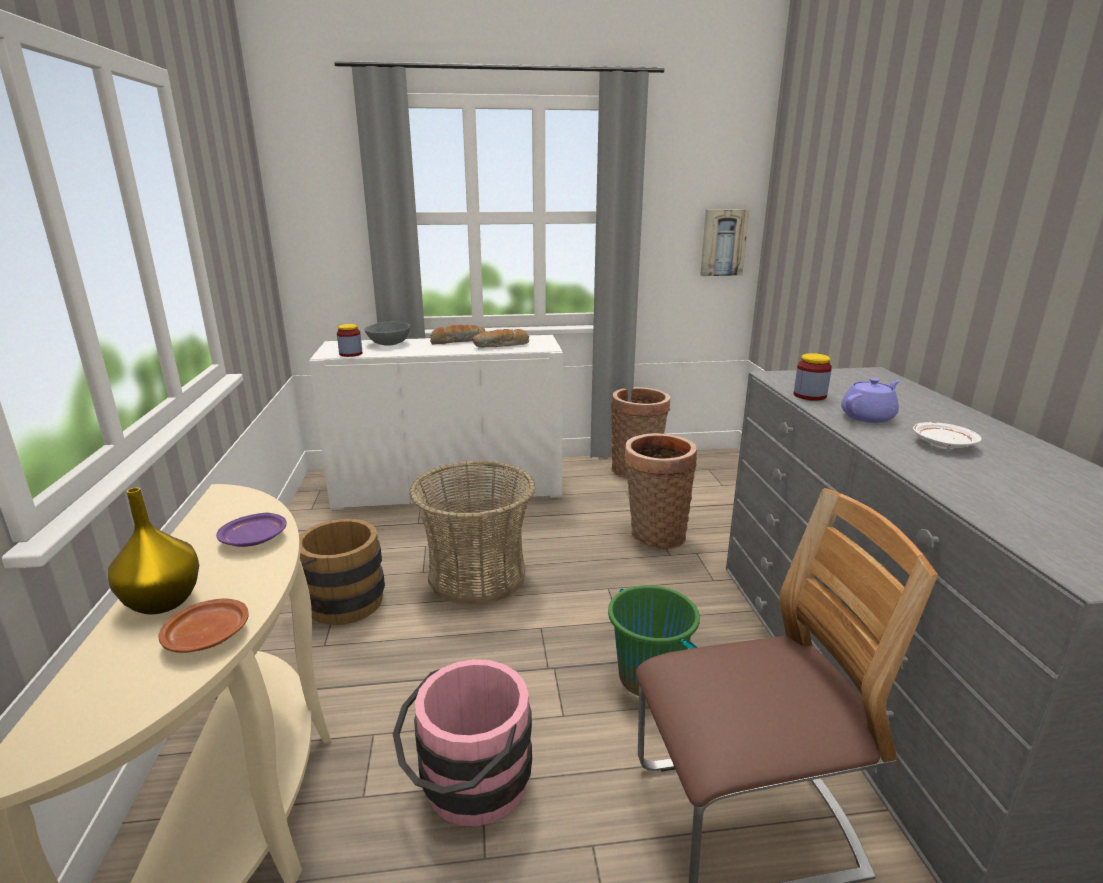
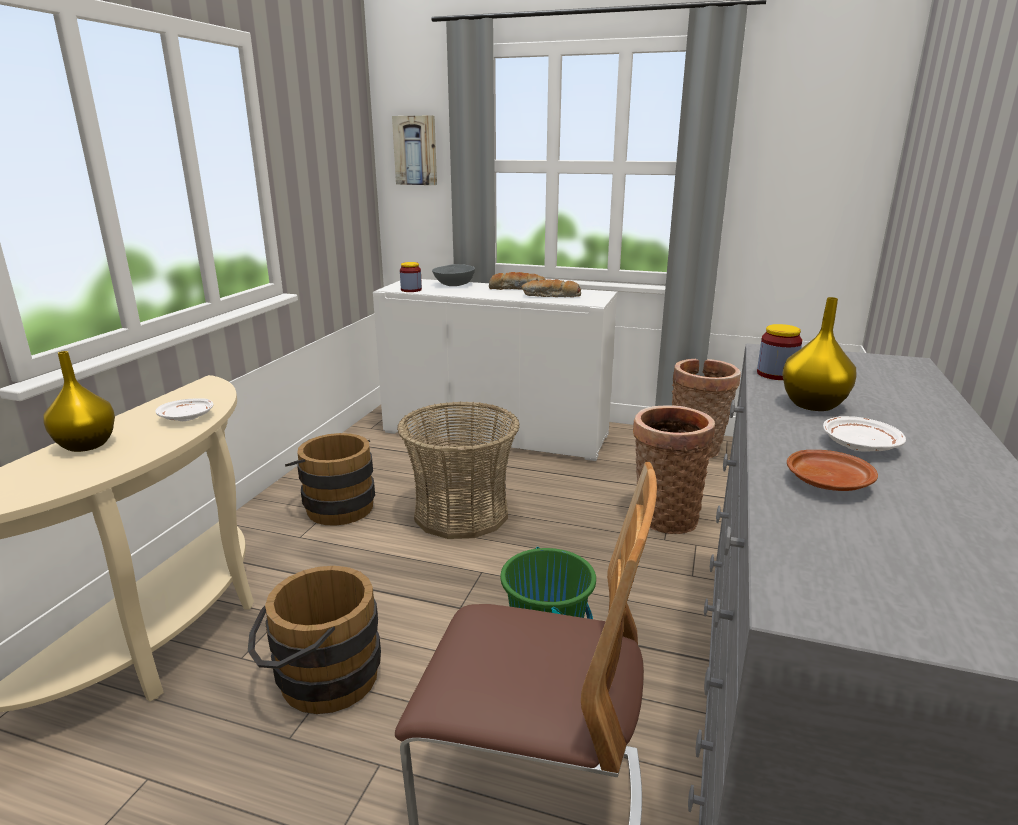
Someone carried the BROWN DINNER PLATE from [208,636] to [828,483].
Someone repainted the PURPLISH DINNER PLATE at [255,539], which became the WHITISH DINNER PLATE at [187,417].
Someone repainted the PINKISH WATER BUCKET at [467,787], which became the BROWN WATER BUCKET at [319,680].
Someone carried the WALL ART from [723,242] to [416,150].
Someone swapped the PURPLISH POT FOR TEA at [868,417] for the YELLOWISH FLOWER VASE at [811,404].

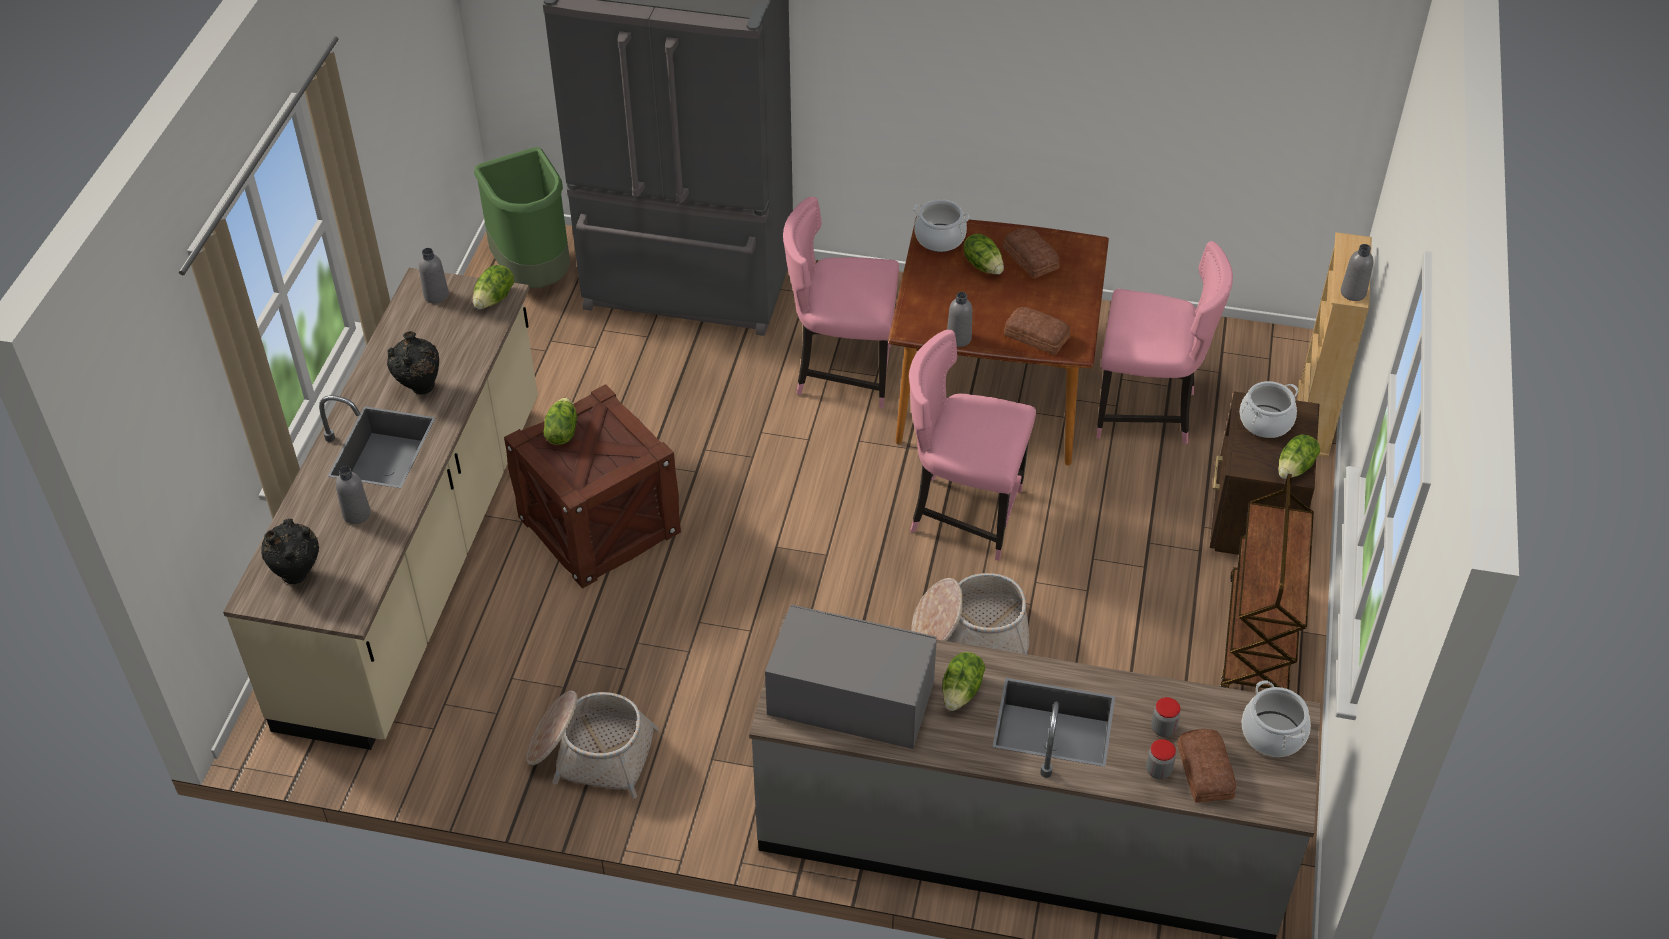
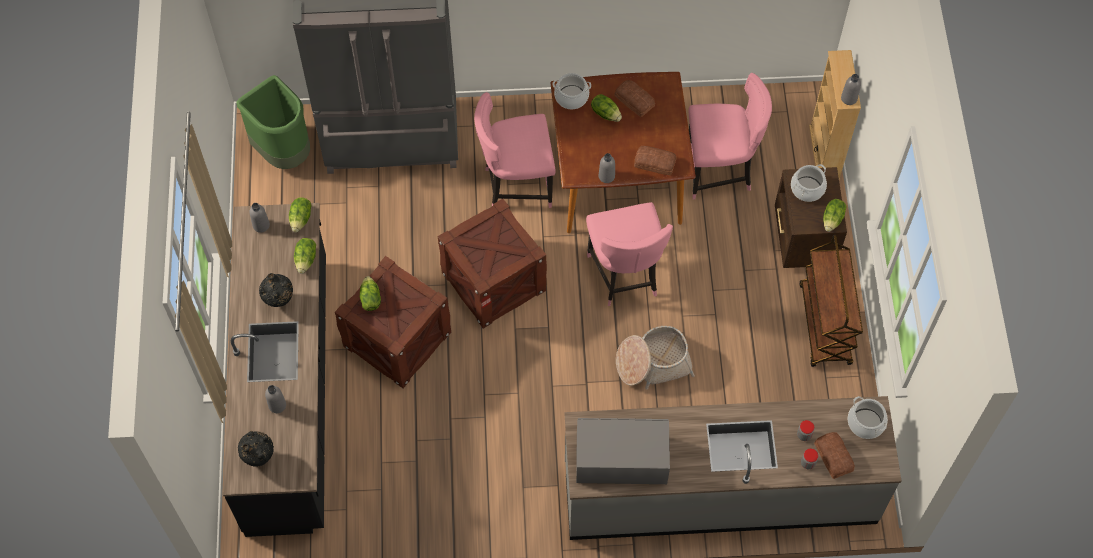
Someone repainted the BEIGE COUNTER at [418,560], which became the BLACK COUNTER at [290,393].
Someone took away the HOUSEHOLD BASKET at [591,753].
Someone rotated the PINKISH UPRIGHT CHAIR at [963,513] by 105 degrees counterclockwise.
Someone carried the HEAD OF LETTUCE from [962,691] to [306,259].
Someone put down the PACKING CRATE at [493,281].

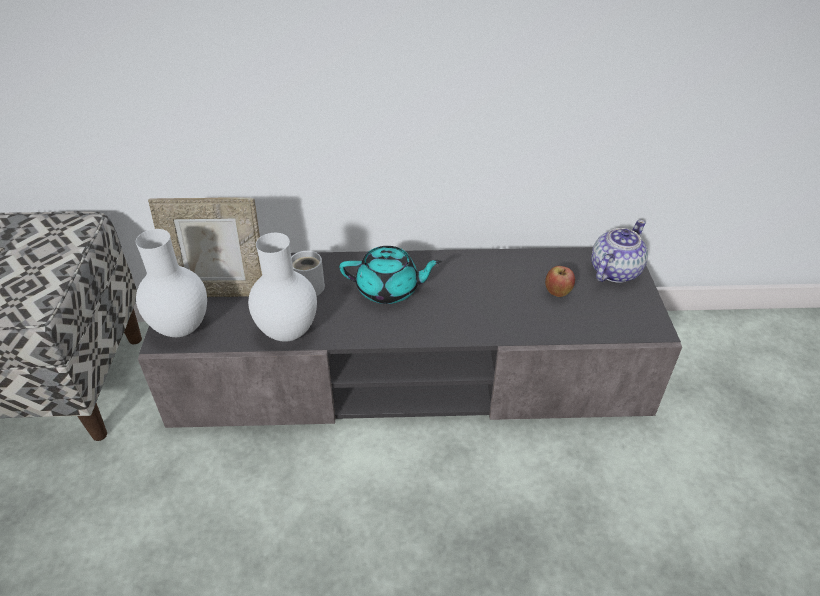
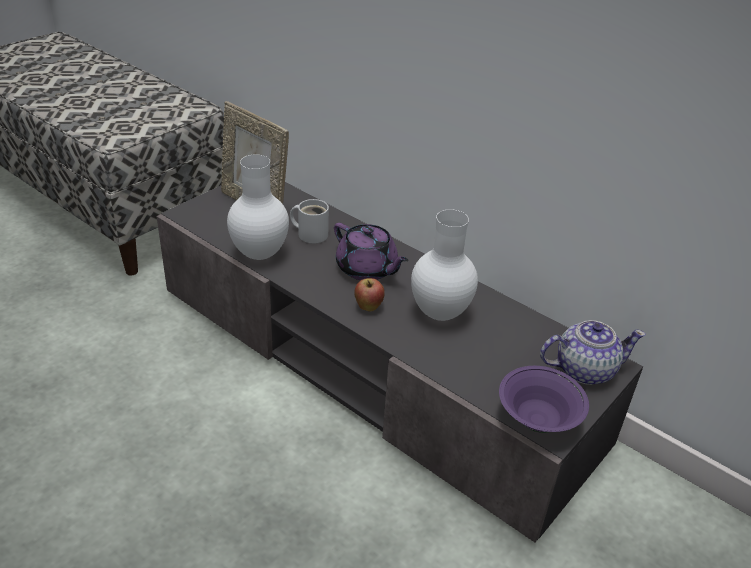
Someone carried the WHITISH FLOWER VASE from [180,329] to [438,313].
Someone repainted the BLUE-GREEN POT FOR TEA at [389,289], which became the PURPLISH POT FOR TEA at [367,269].
Someone carried the WHOLE APPLE from [557,293] to [368,307].
Someone put down the PURPLISH BOWL at [537,420].

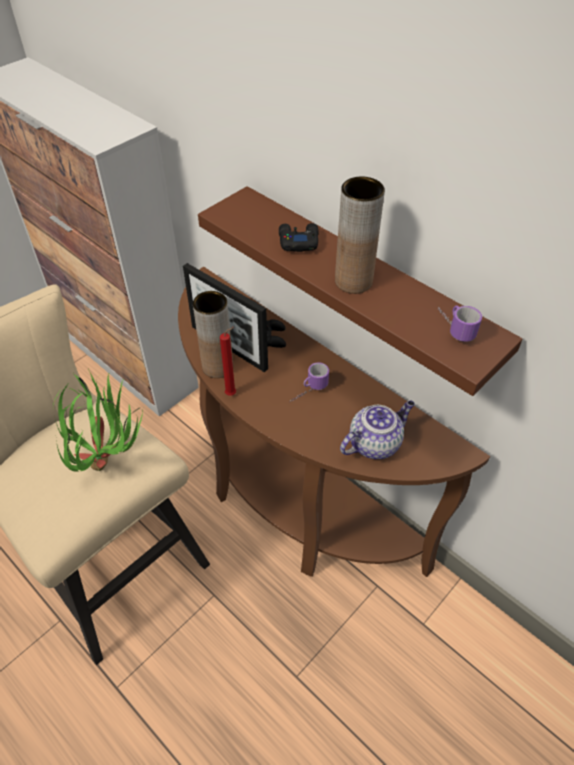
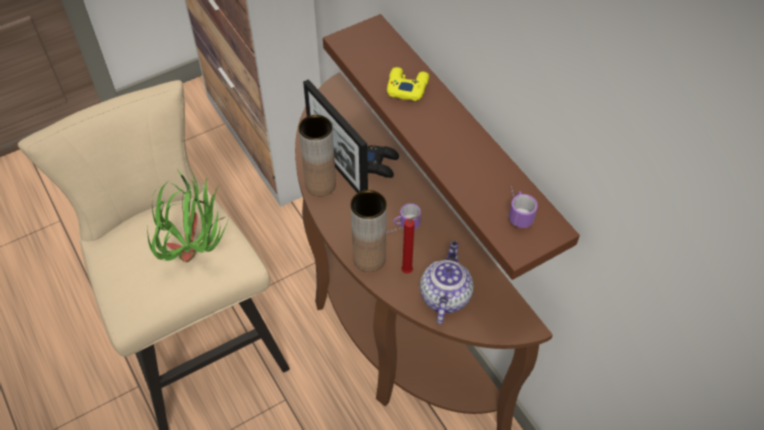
Someone carried the RED WAX CANDLE from [232,394] to [409,271].
Someone repainted the BLACK GAMEPAD at [298,241], which became the YELLOWISH GAMEPAD at [407,87].
Someone carried the BROWN FLOWER VASE from [353,281] to [369,258].
Someone rotated the POT FOR TEA at [375,443] by 60 degrees counterclockwise.

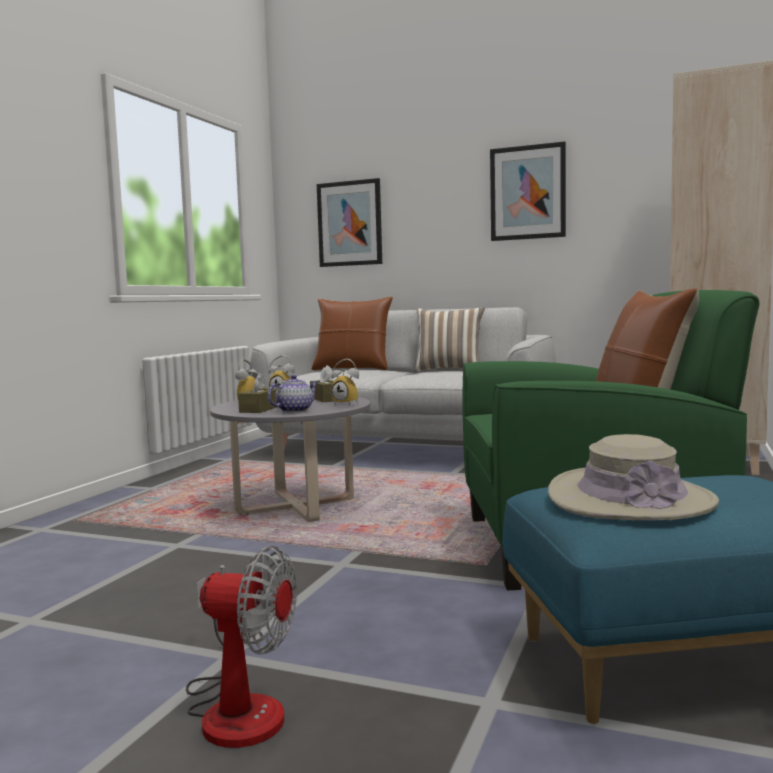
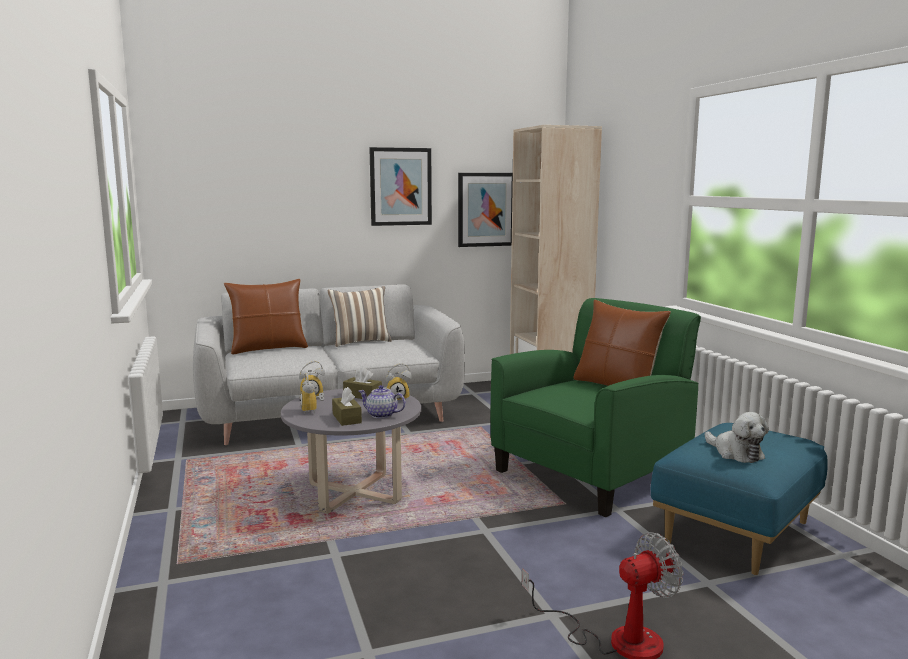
Someone rotated the POT FOR TEA at [294,410] by 75 degrees counterclockwise.
Someone carried the WALL ART from [350,223] to [486,209].
Someone swapped the BEIGE WEARABLE HAT at [630,499] for the CUDDLY TOY at [735,453].

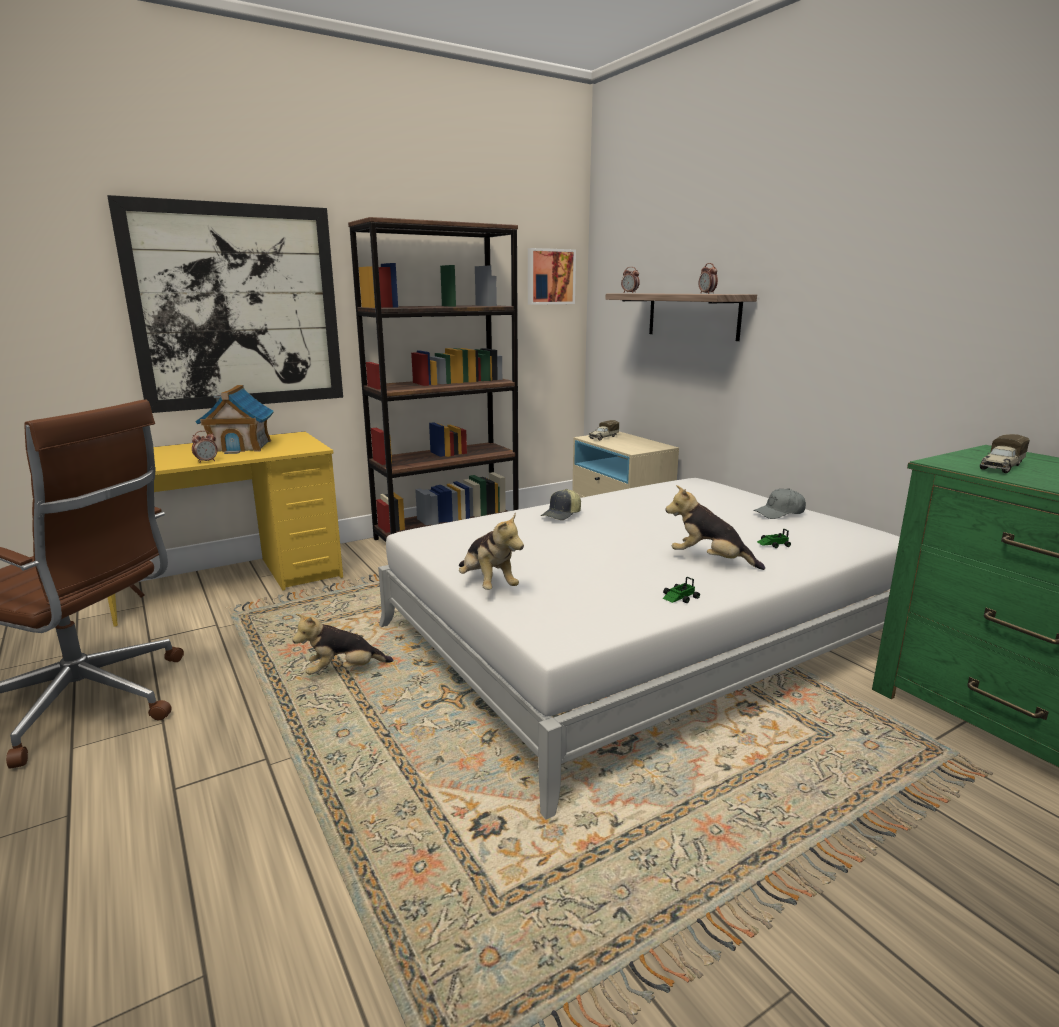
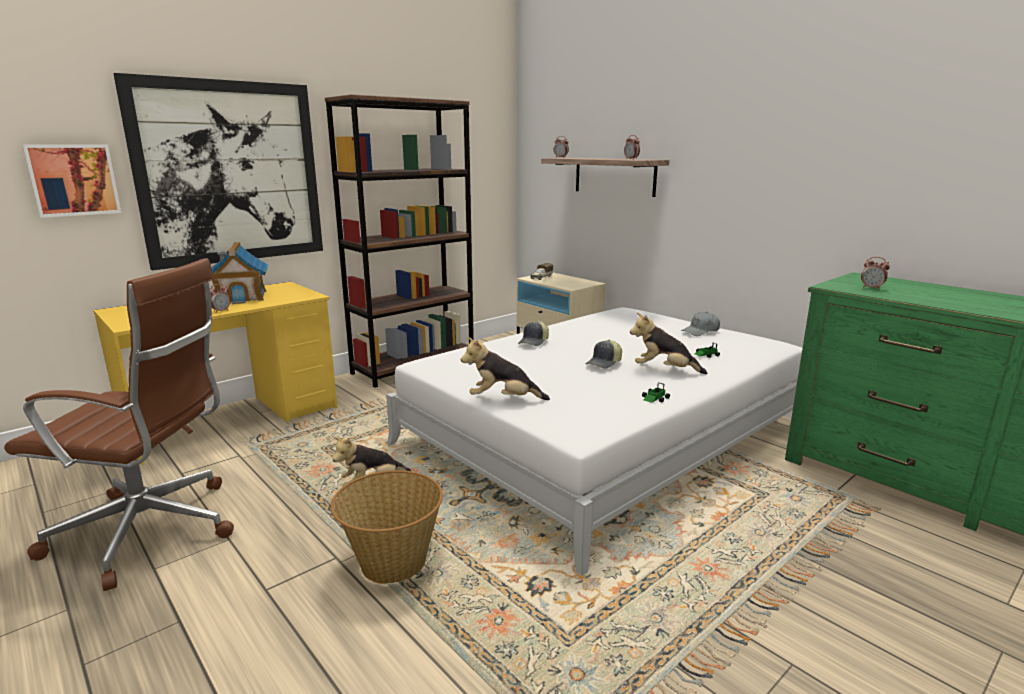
Someone rotated the CUDDLY TOY at [487,584] by 135 degrees clockwise.
Someone carried the WALL ART from [550,276] to [73,180].
Someone swapped the TOY LORRY at [1000,467] for the ALARM CLOCK at [872,288].
Someone put down the HOUSEHOLD BASKET at [392,563].
Someone put down the BASEBALL CAP at [604,363].

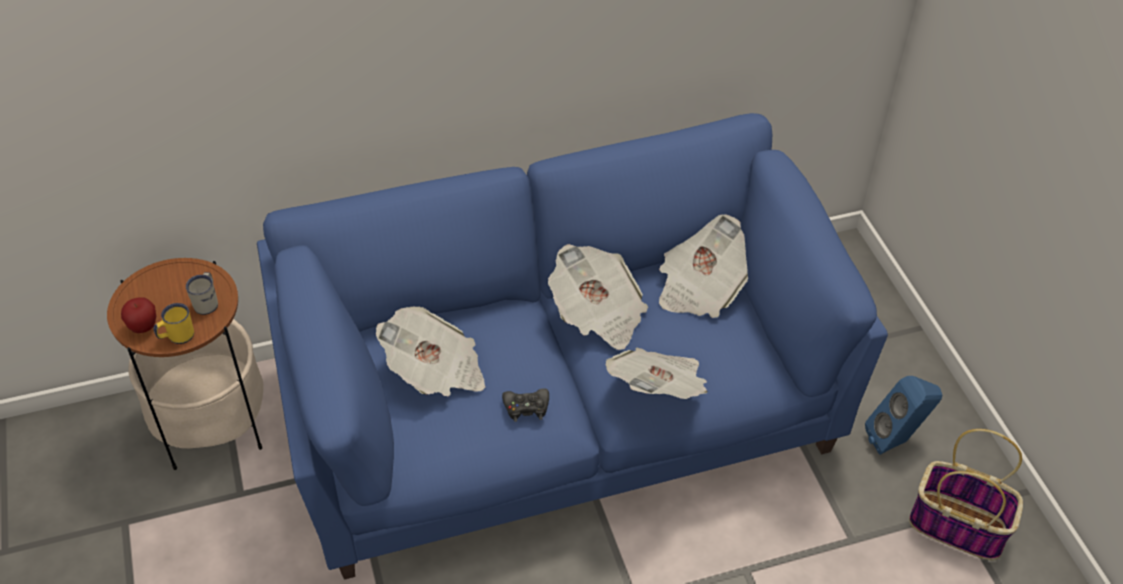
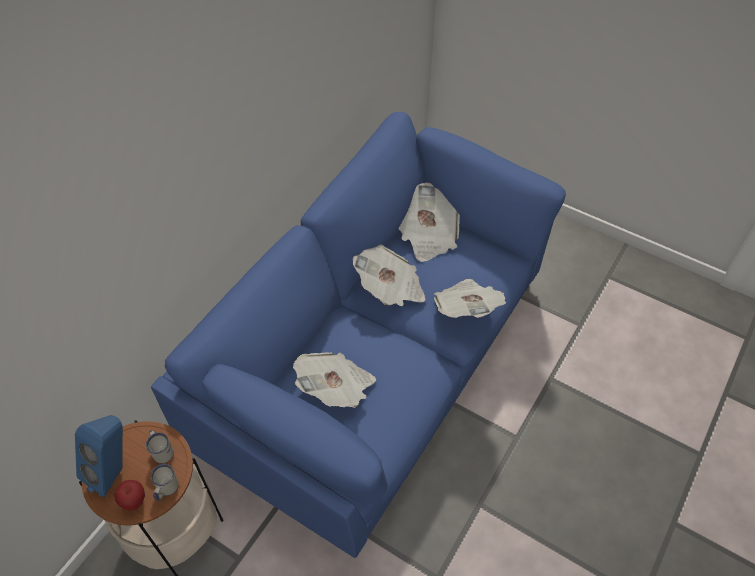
Someone repainted the YELLOWISH MUG at [177,337], which became the WHITISH MUG at [166,490].
Someone took away the BLACK GAMEPAD at [526,407].
Someone carried the BLUE LOUDSPEAKER from [895,440] to [114,471].
Someone took away the HOUSEHOLD BASKET at [959,526].

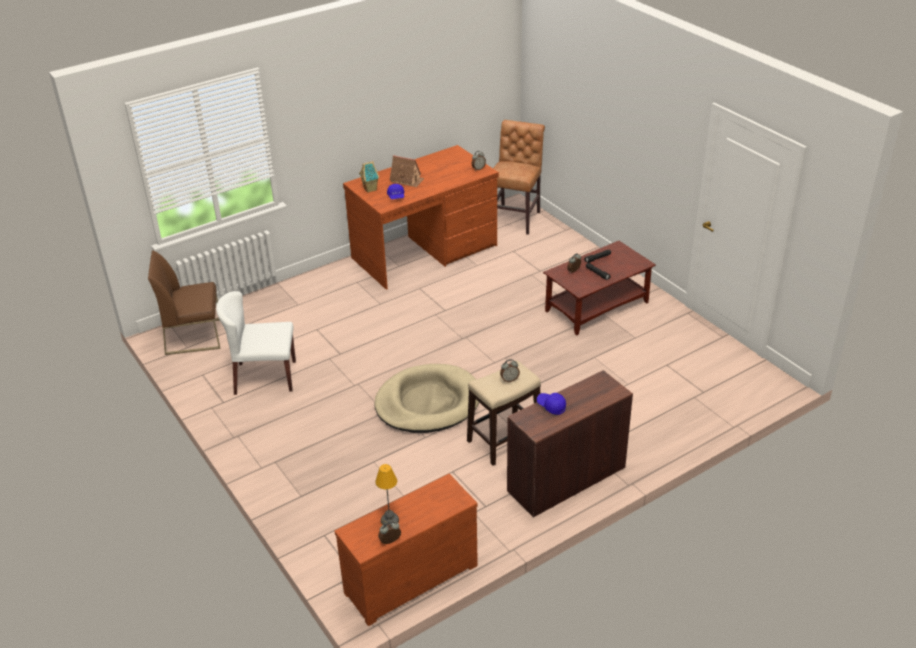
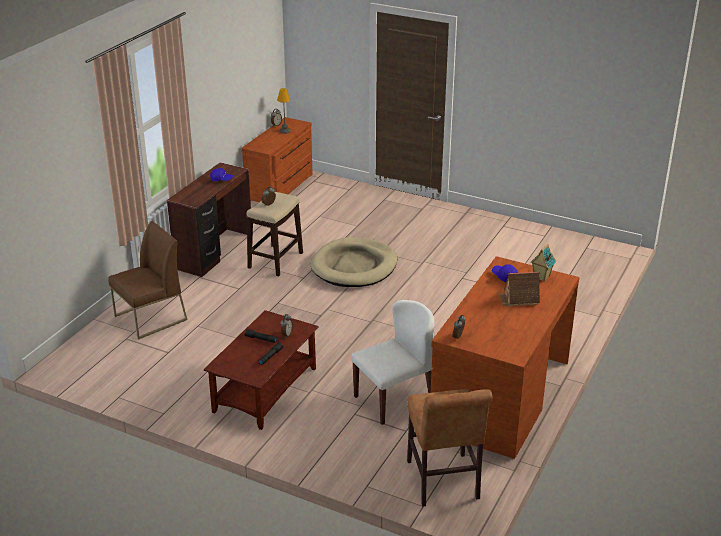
Someone carried the BROWN UPRIGHT CHAIR from [194,336] to [150,318].
Someone carried the WHITISH UPRIGHT CHAIR from [264,377] to [394,399].

